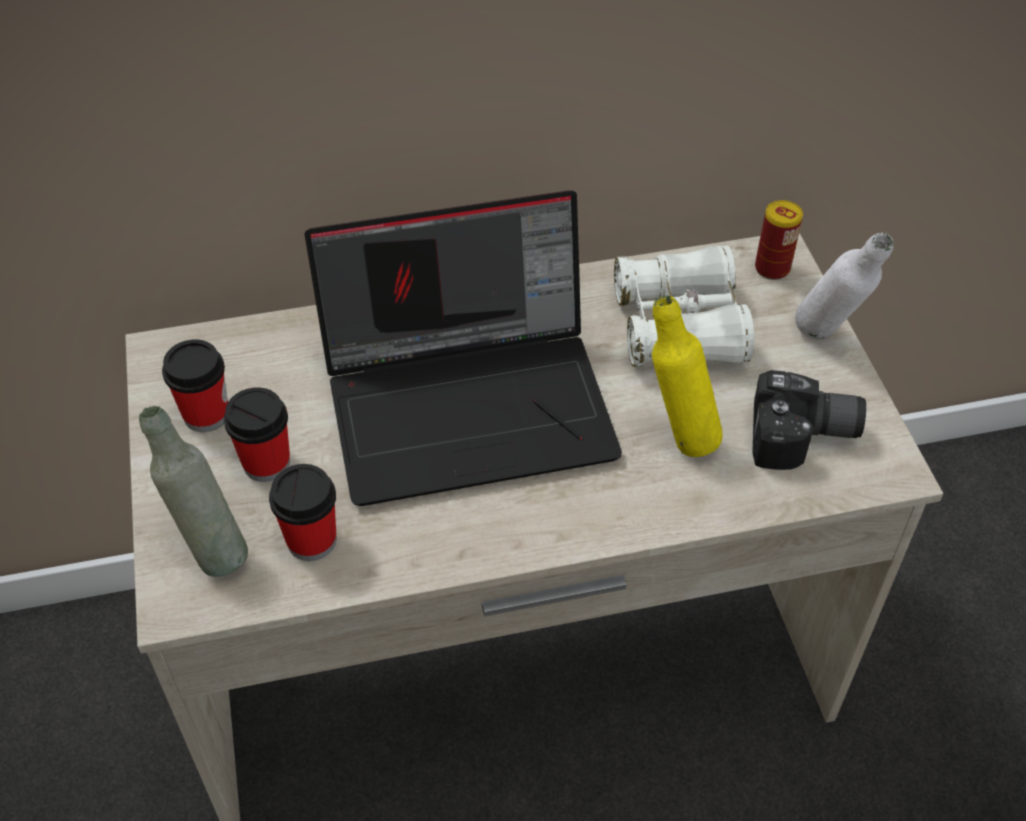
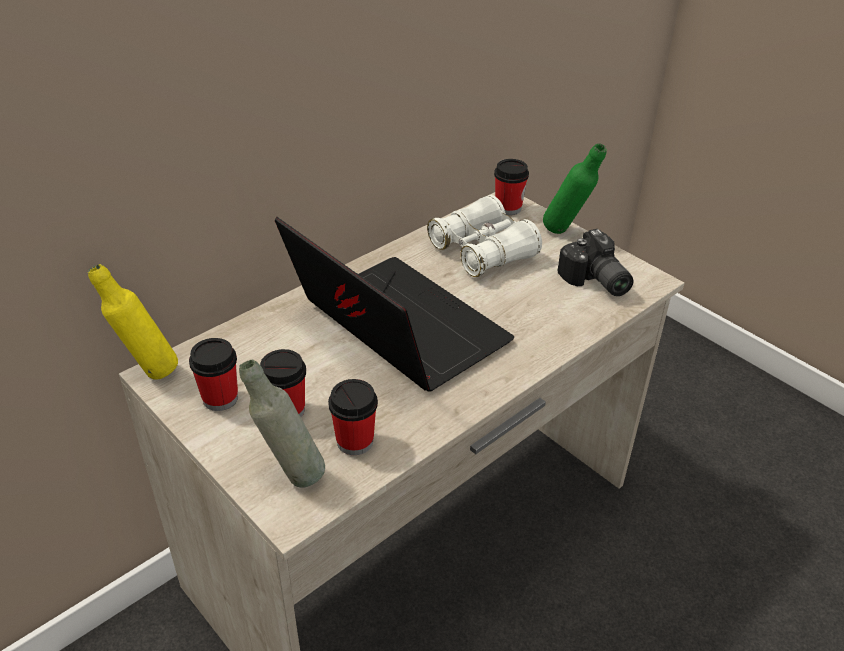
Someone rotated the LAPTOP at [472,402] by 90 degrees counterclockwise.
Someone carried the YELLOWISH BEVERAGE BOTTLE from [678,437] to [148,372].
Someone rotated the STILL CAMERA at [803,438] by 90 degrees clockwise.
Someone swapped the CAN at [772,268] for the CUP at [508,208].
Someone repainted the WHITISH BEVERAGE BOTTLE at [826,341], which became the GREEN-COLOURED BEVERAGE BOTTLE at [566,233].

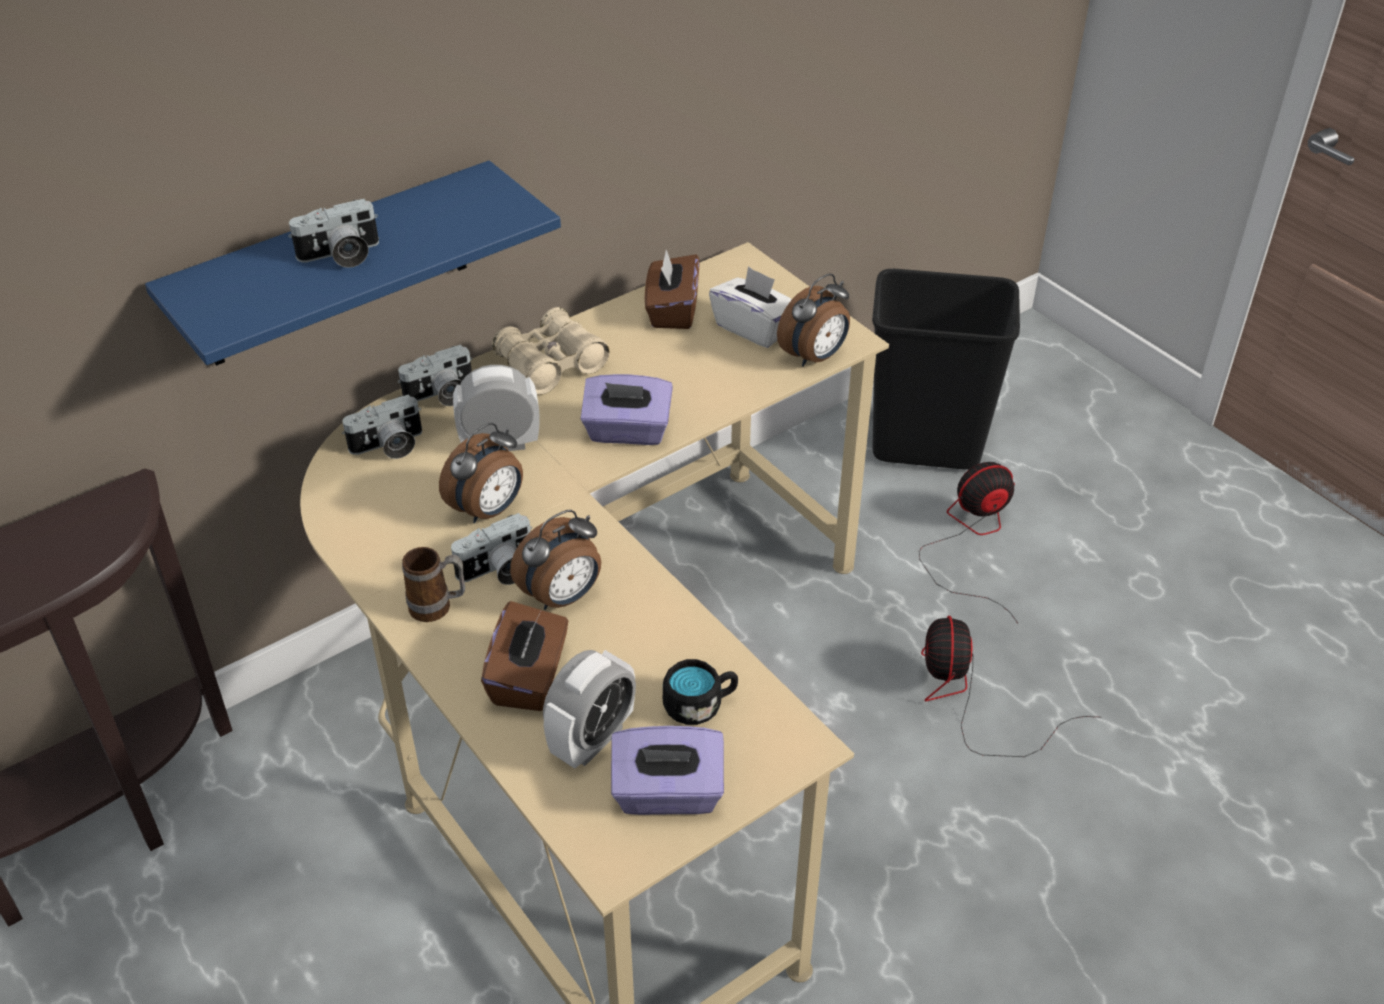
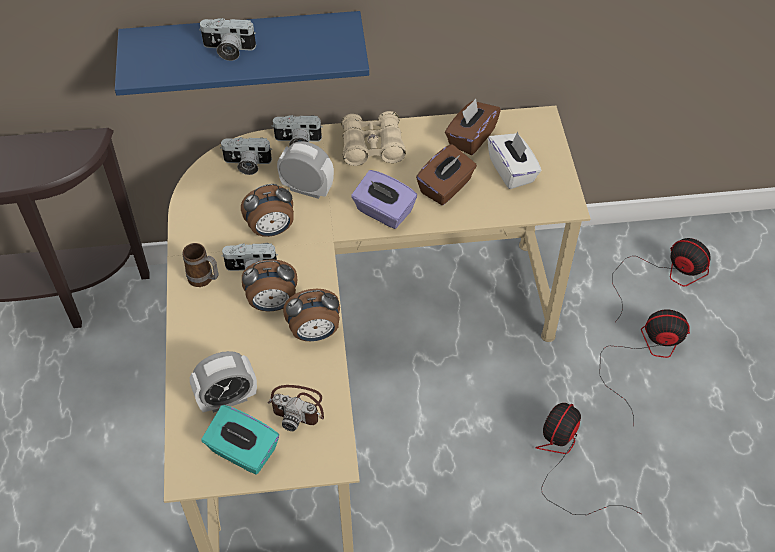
Someone carried the BROWN BOX OF TISSUES from [529,678] to [446,187].
Someone repainted the PURPLISH BOX OF TISSUES at [668,794], which became the BLUE-GREEN BOX OF TISSUES at [243,451].
Someone swapped the BLACK MUG at [700,704] for the STILL CAMERA at [298,407].
Someone carried the ALARM CLOCK from [814,357] to [315,333].
Someone swapped the BLACK RUBBISH BIN at [927,445] for the ELECTRIC FAN at [663,276].

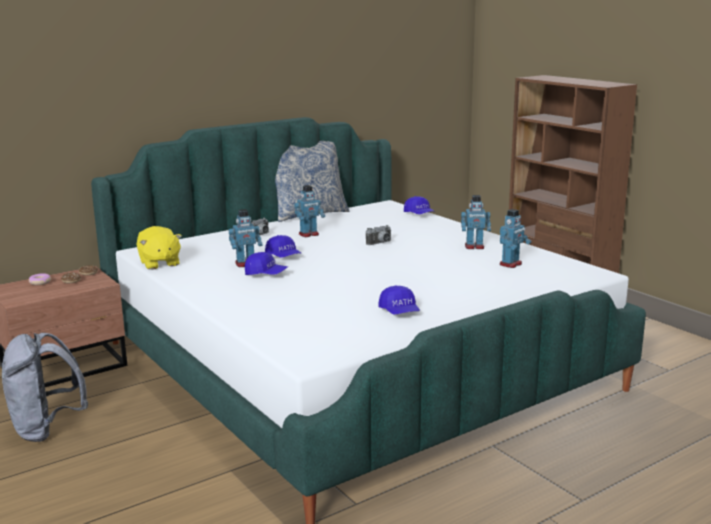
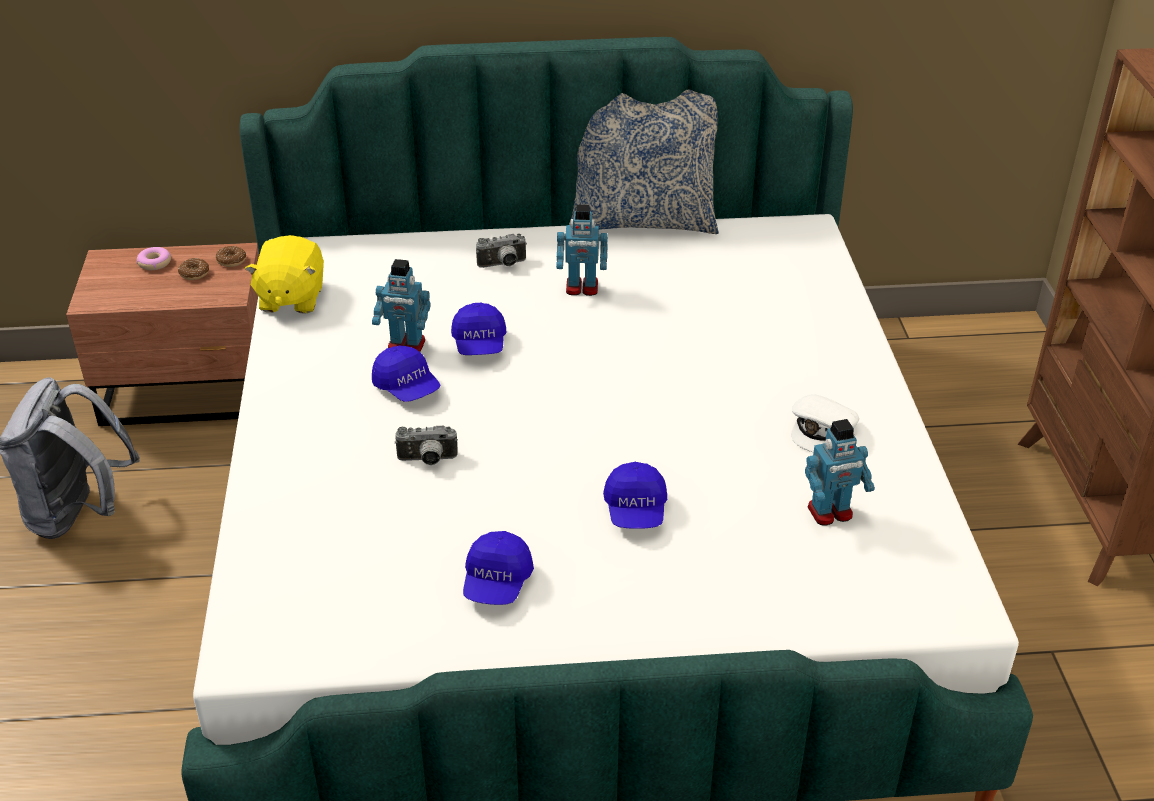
Someone carried the STILL CAMERA from [380,243] to [427,460].
Someone carried the BLUE BASEBALL CAP from [419,214] to [635,511].
Someone swapped the ROBOT FIGURE at [474,247] for the WHITISH BASEBALL CAP at [822,429].

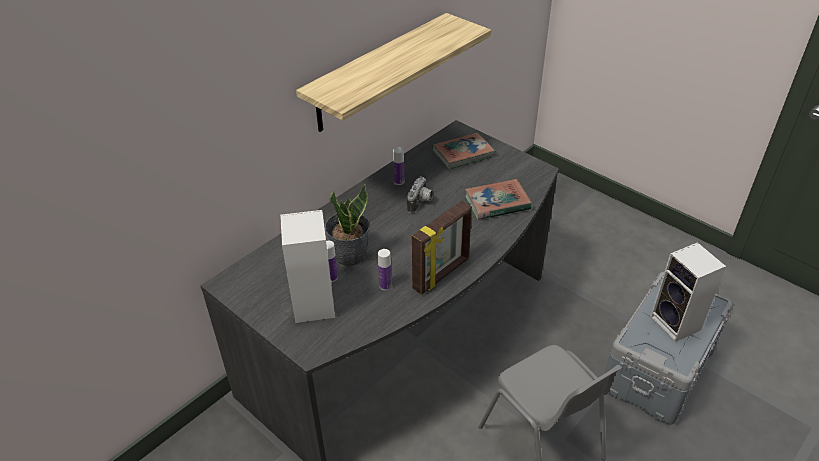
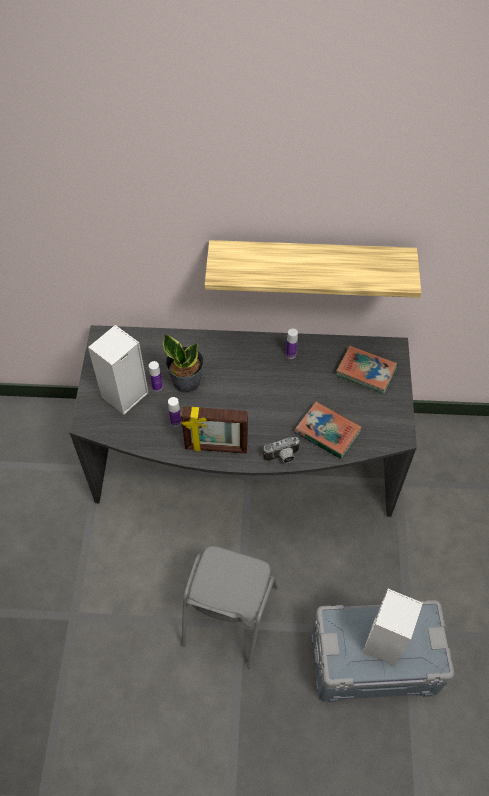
Someone carried the STILL CAMERA from [421,203] to [282,457].

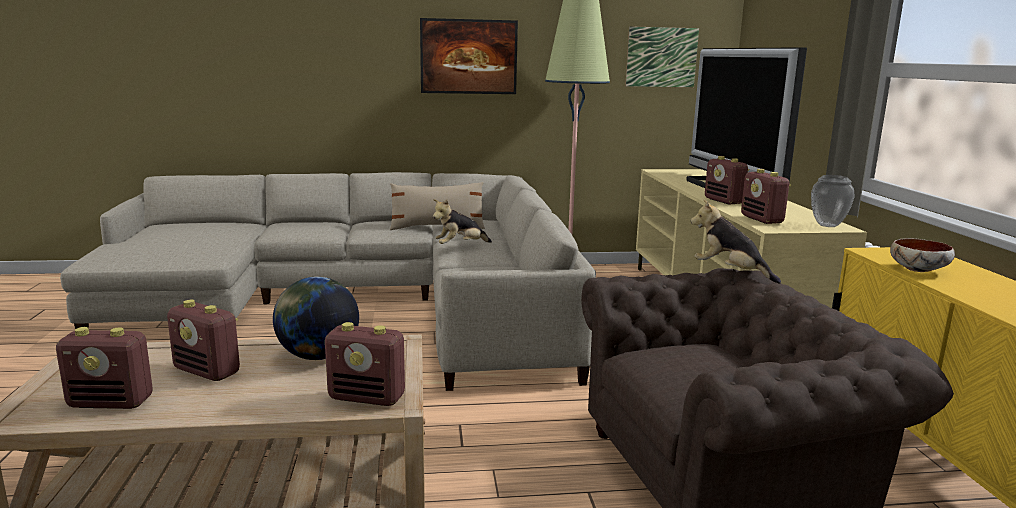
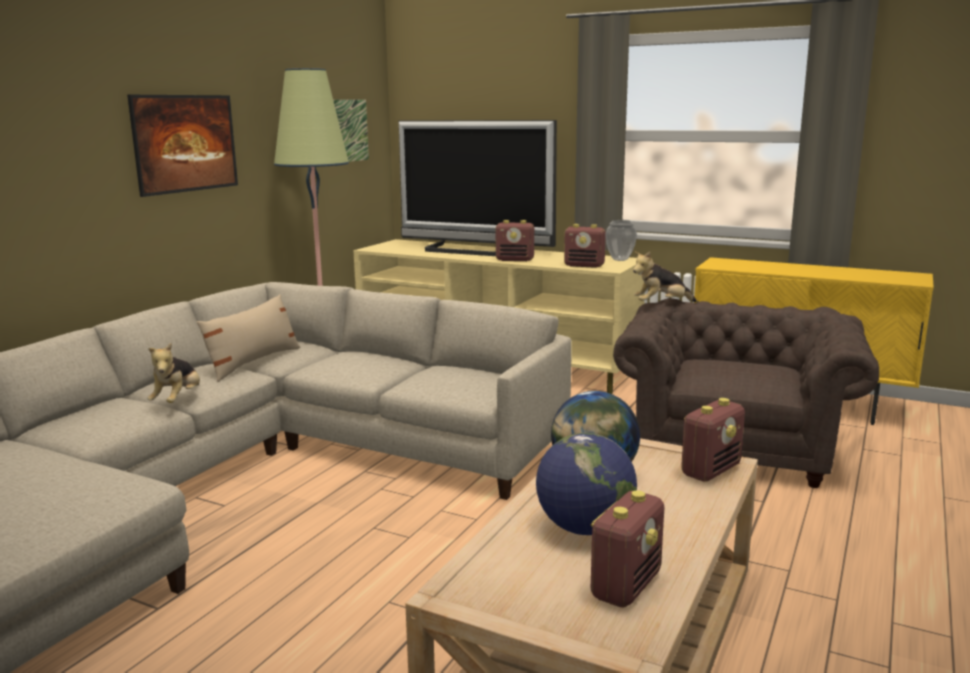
Someone swapped the RADIO at [208,371] for the GLOBE at [584,528].
Someone carried the CUDDLY TOY from [460,246] to [178,400].
Someone took away the BOWL at [919,269].

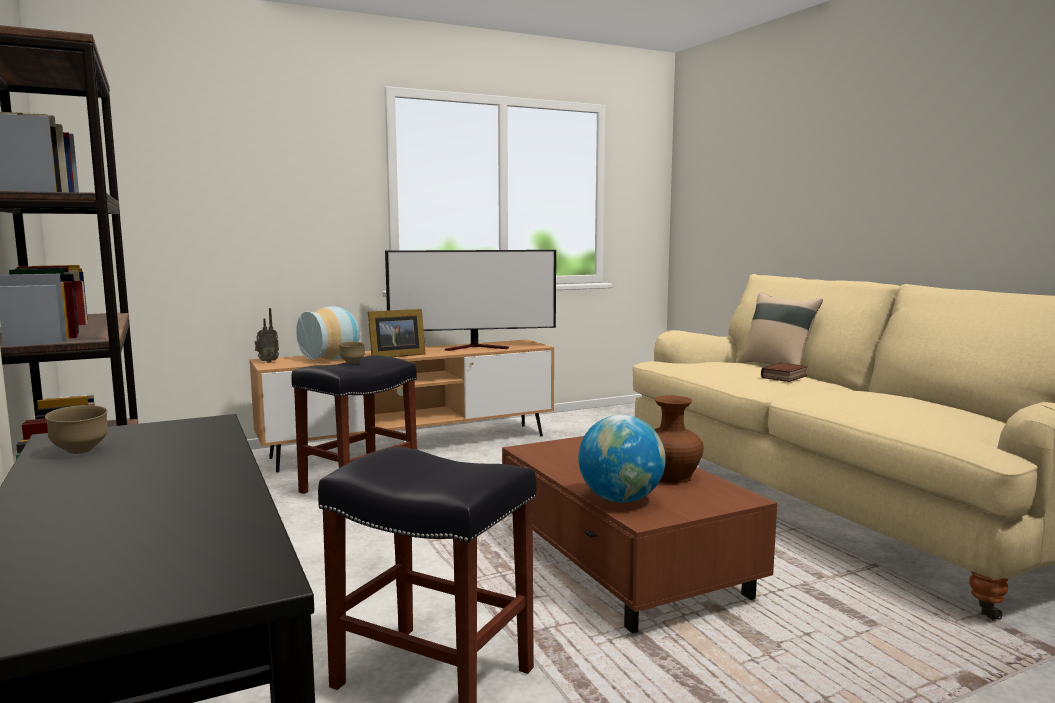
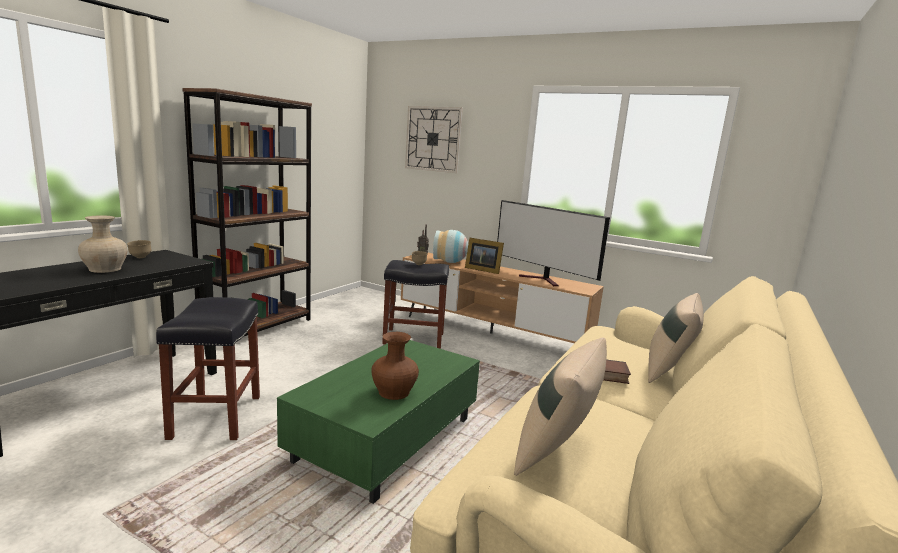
Someone repainted the BROWN LOW TABLE at [623,565], which became the GREEN-COLOURED LOW TABLE at [385,440].
Someone took away the GLOBE at [620,499].
Someone put down the BEIGE FLOWER VASE at [105,269].
Someone put up the HANGING CLOCK at [433,139].
Someone put down the BEIGE CUSHION at [556,453].

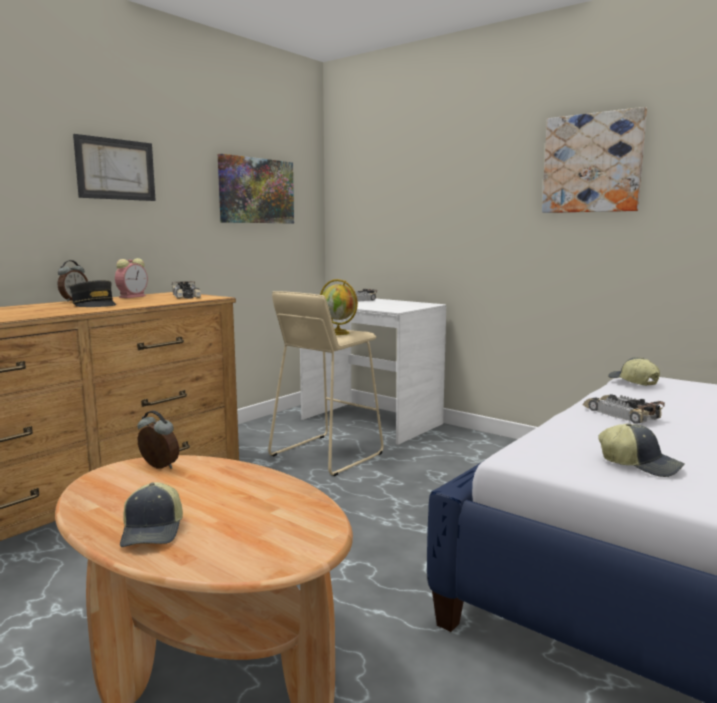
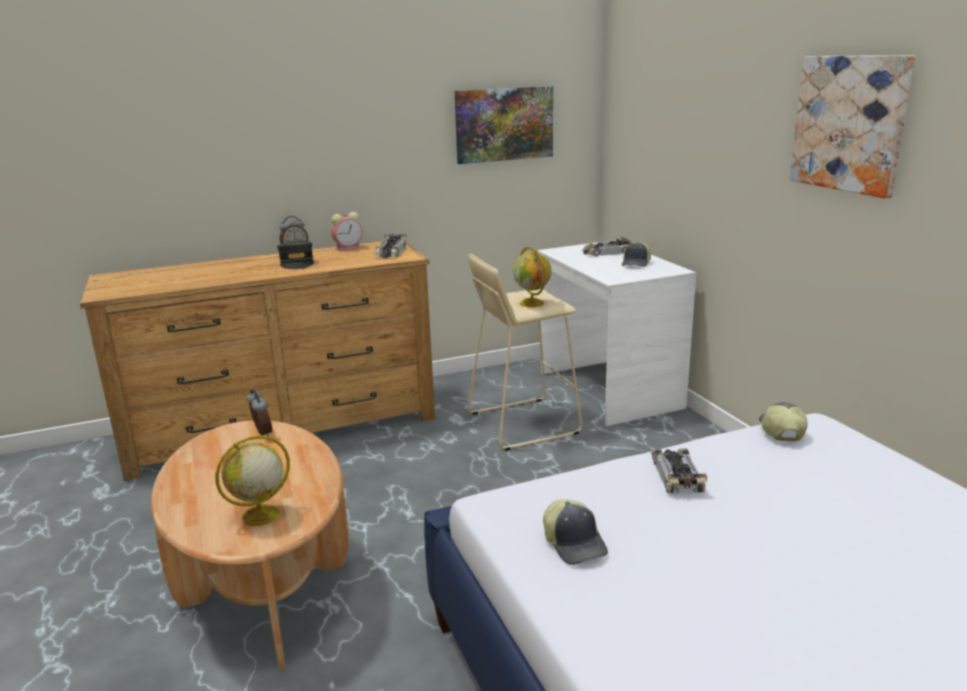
Someone took away the WALL ART at [115,169].
Someone carried the BASEBALL CAP from [153,531] to [636,263].
Someone put down the GLOBE at [259,516].

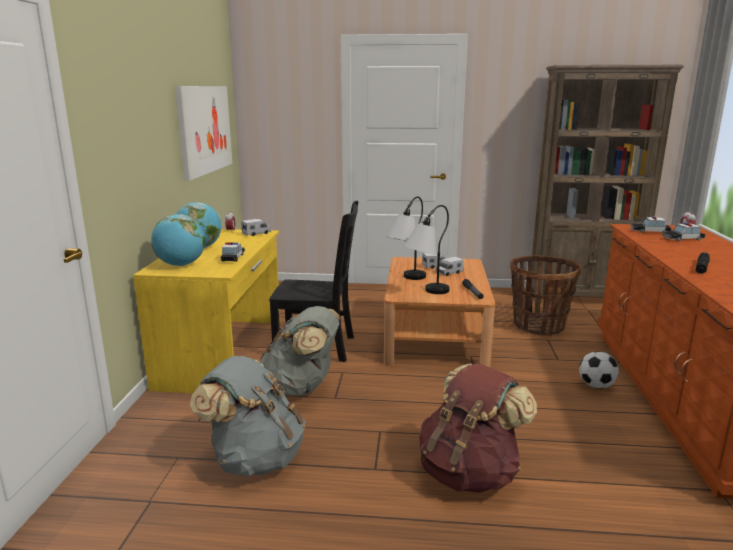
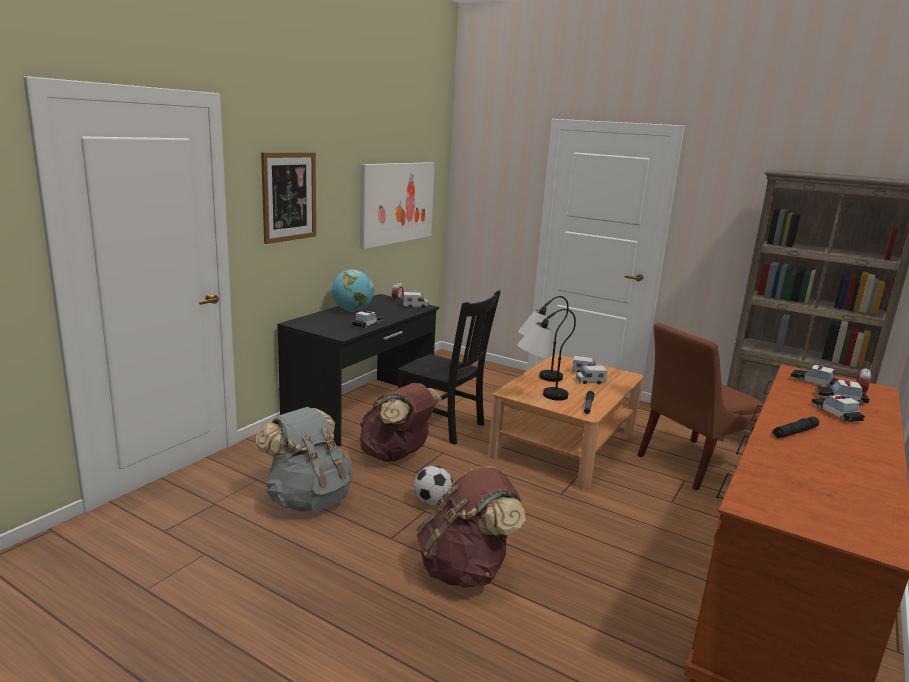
Someone repainted the YELLOWISH DESK TABLE at [224,352], which became the BLACK DESK TABLE at [362,409].
Someone took away the GLOBE at [181,265].
Someone repainted the GREY RUCKSACK at [302,387], which became the BROWN RUCKSACK at [396,455].
Someone swapped the HOUSEHOLD BASKET at [538,326] for the BROWN UPRIGHT CHAIR at [689,464].
Someone carried the BALL FOR FOOTBALL from [596,386] to [432,502].
Someone put up the WALL ART at [289,196].
Someone put down the MINIATURE CAR at [835,413].

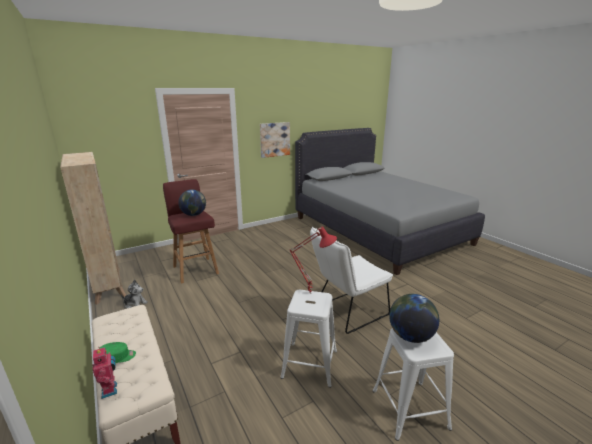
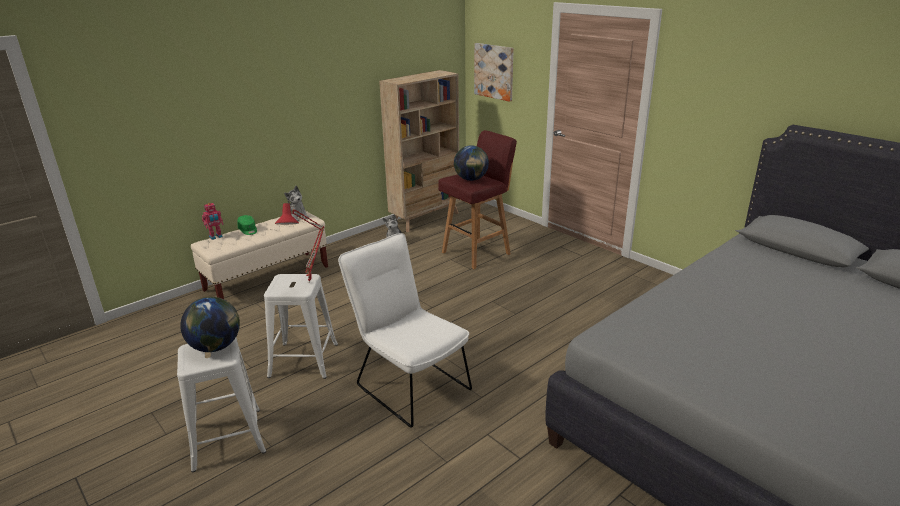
Someone carried the WALL ART from [274,139] to [494,71].
Someone put down the CUDDLY TOY at [297,217].

